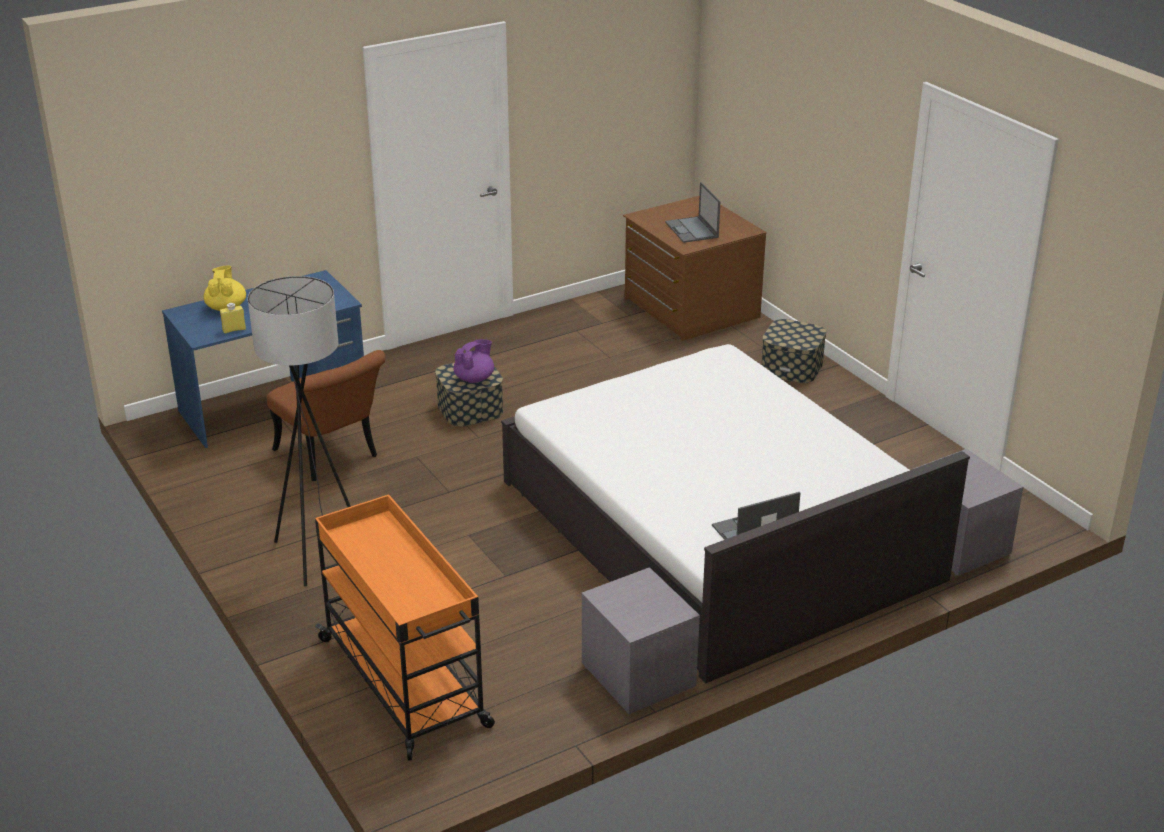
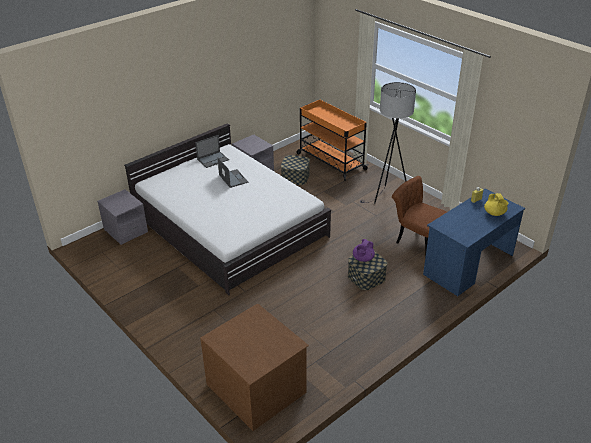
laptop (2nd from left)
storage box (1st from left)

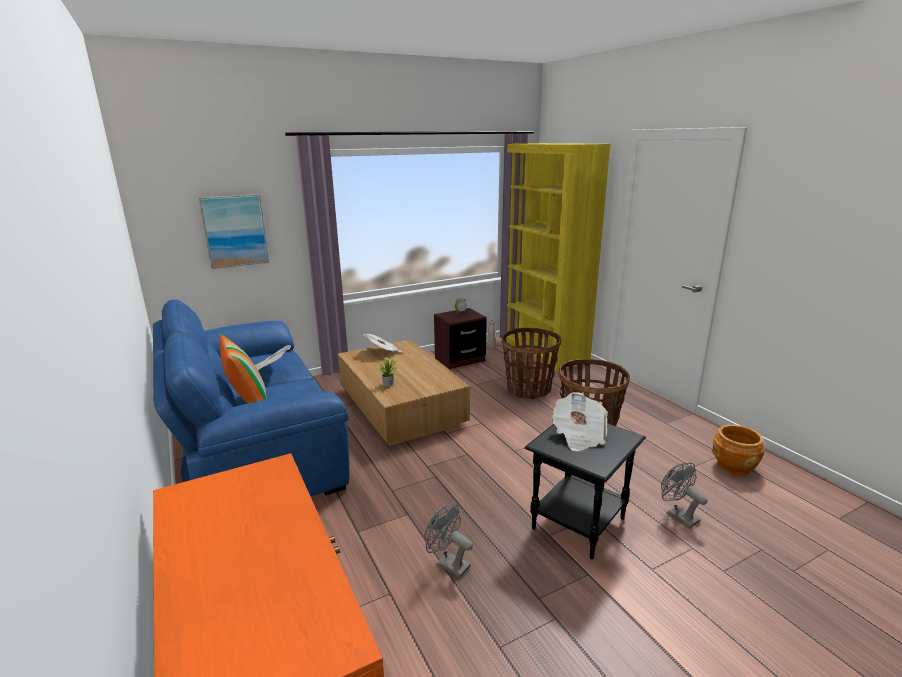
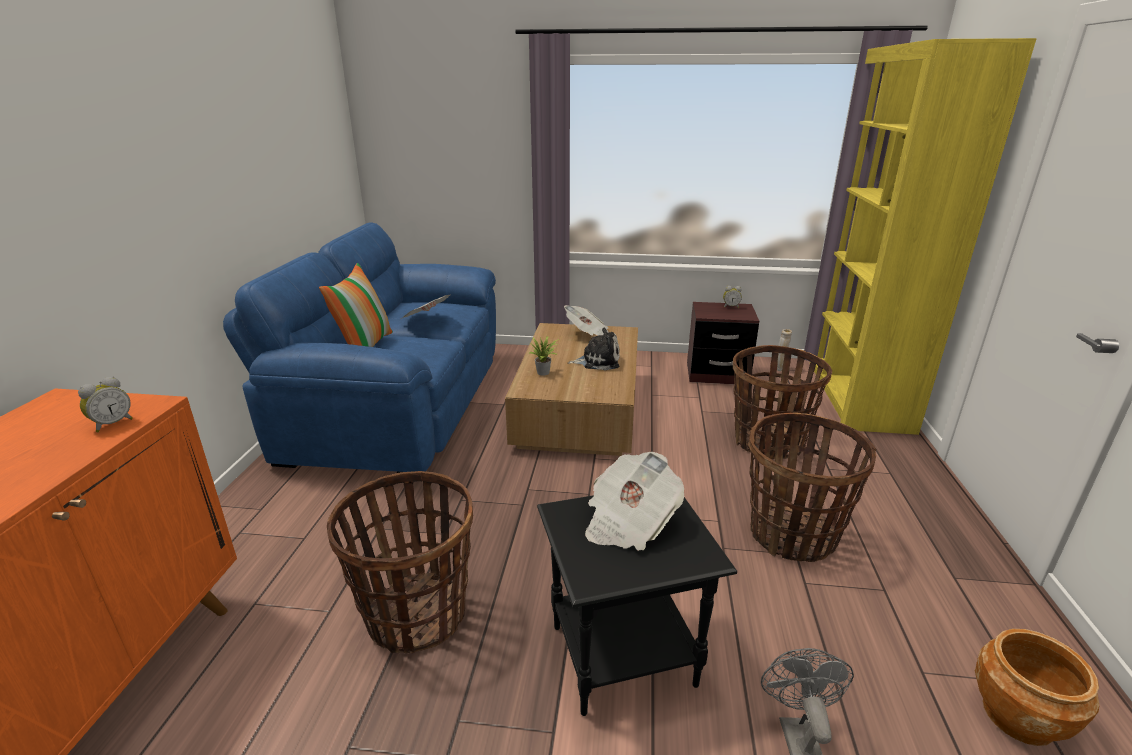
alarm clock (1st from left)
basket (1st from left)
plush toy
picture

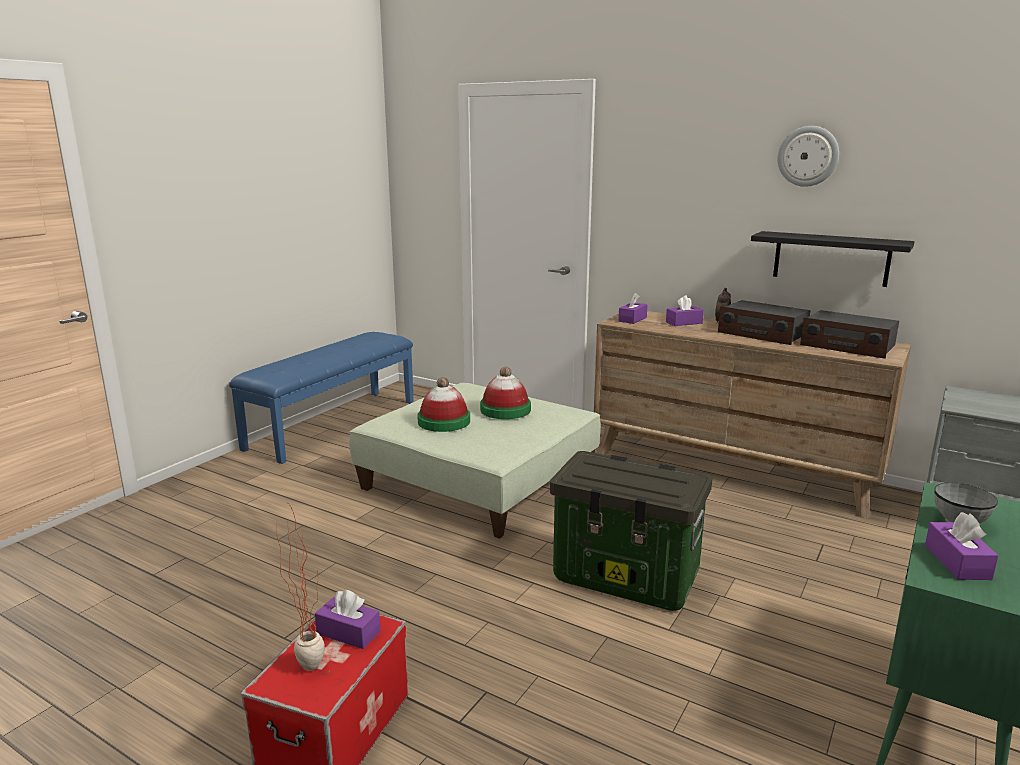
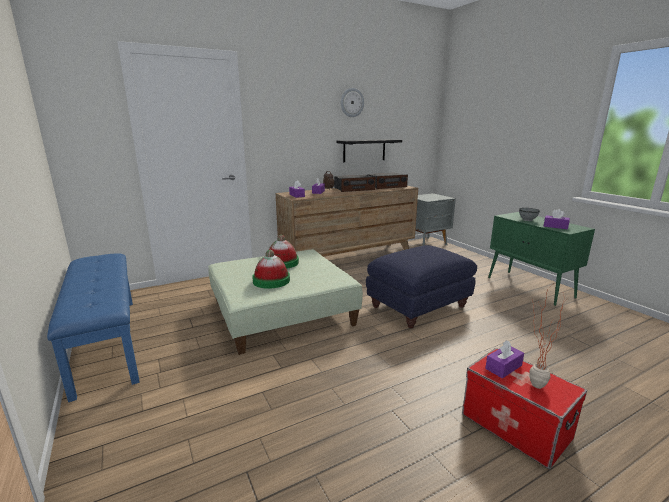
ottoman/blue

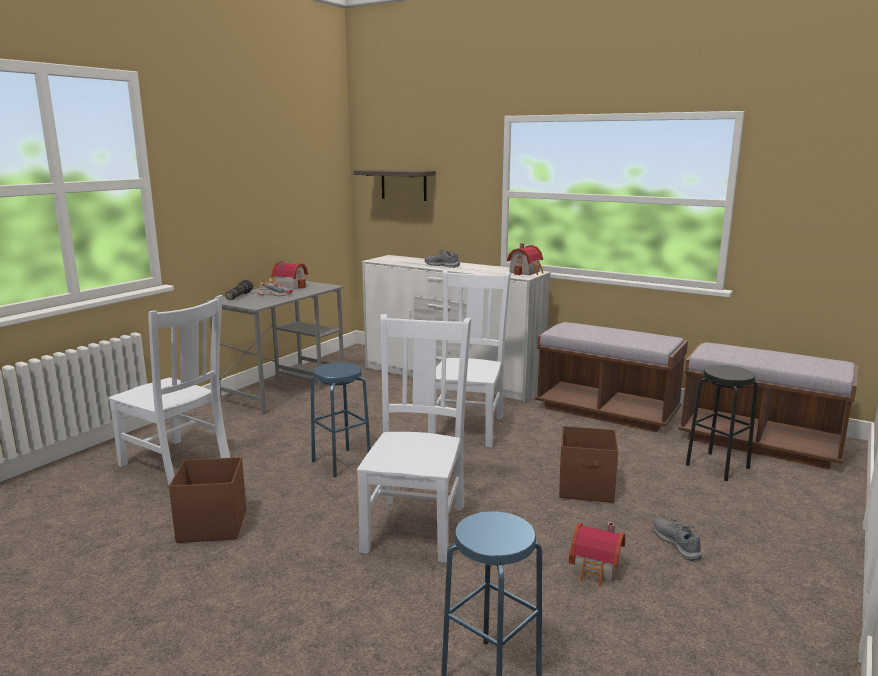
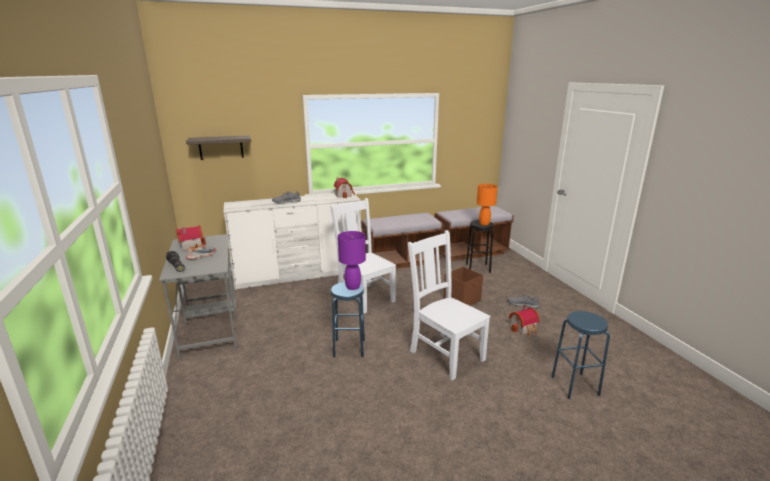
table lamp/purple
table lamp/orange
chair/white (1st from left in the first image)
storage box/brown (1st from left in the first image)

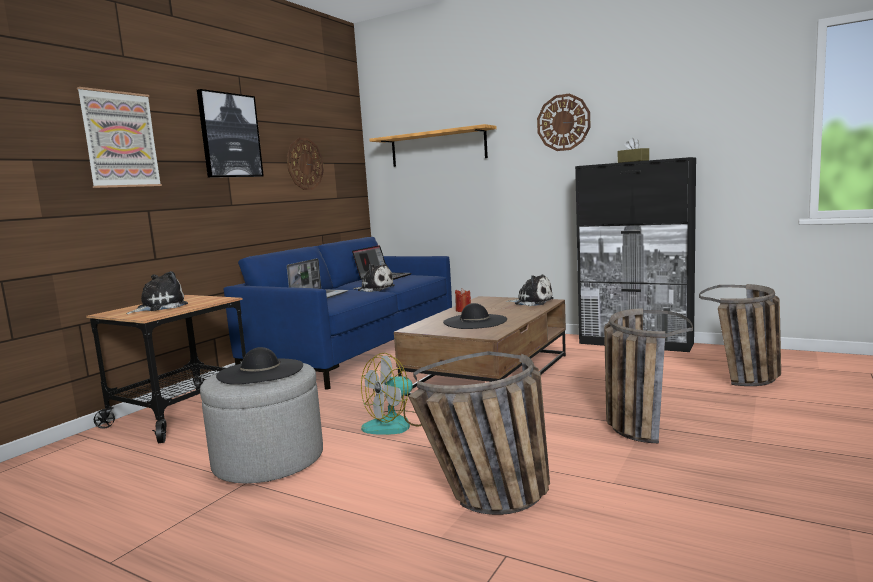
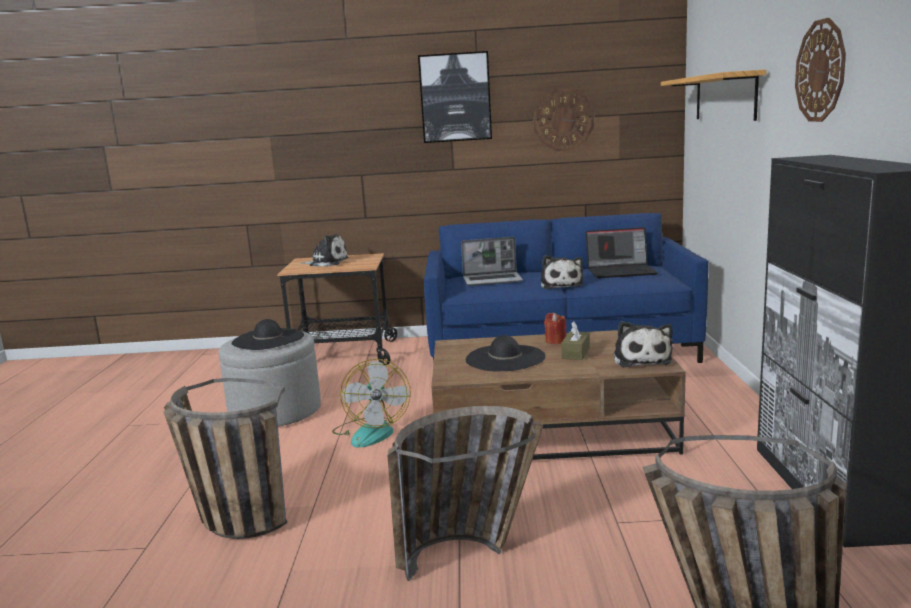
fan
tissue box/brown
picture (1st from left in the first image)

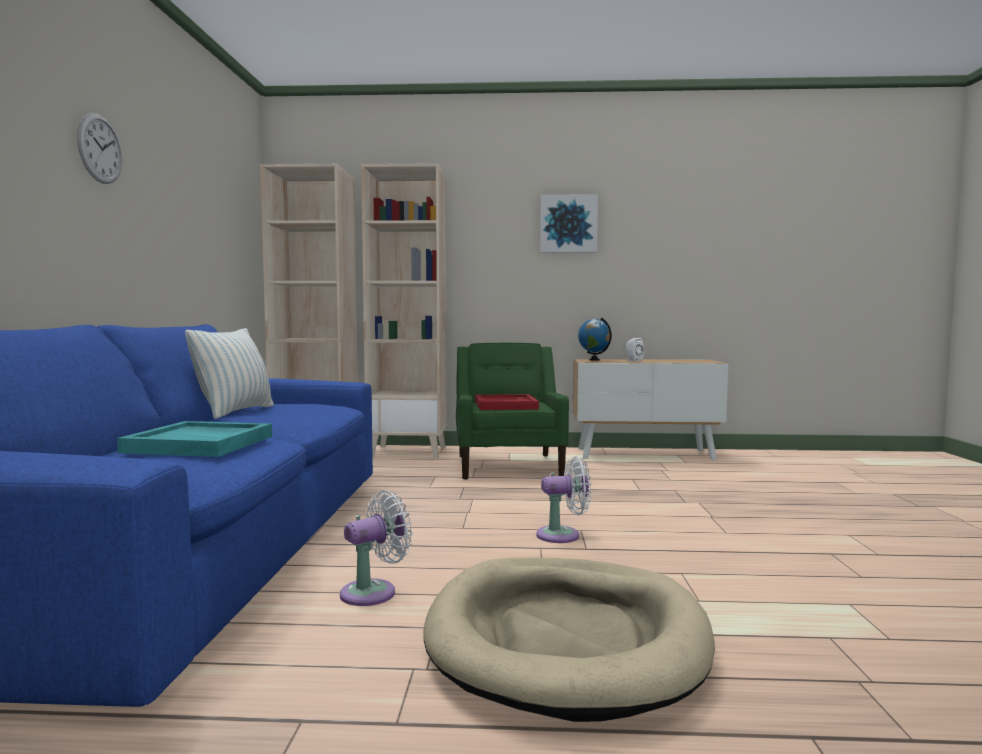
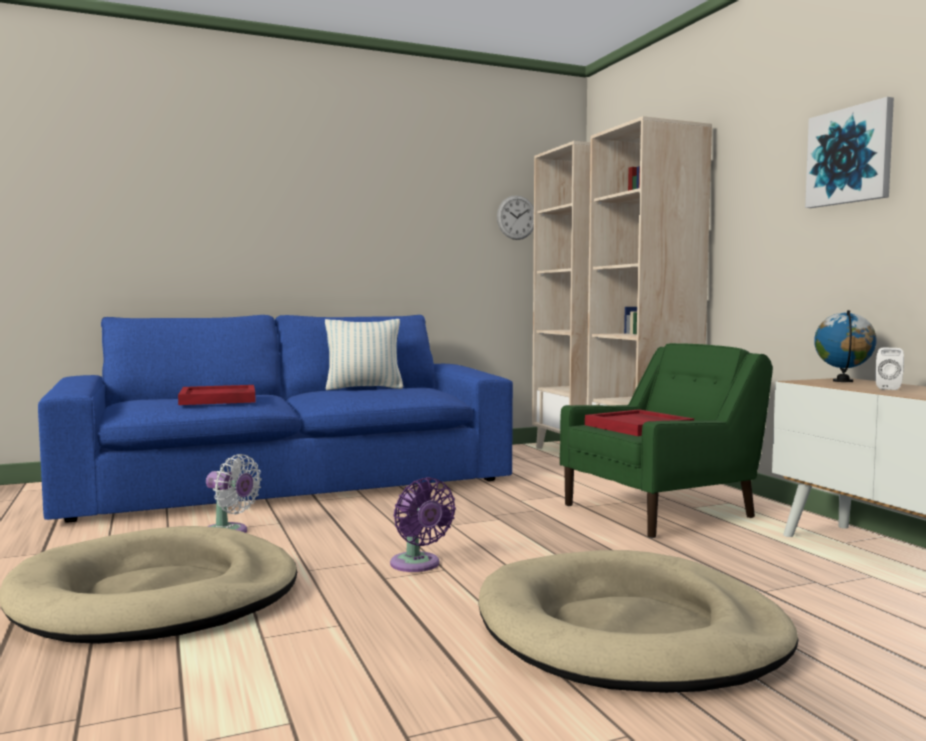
tray/red (1st from left)
fan/purple
dog bed/beige (2nd from left)
wall clock

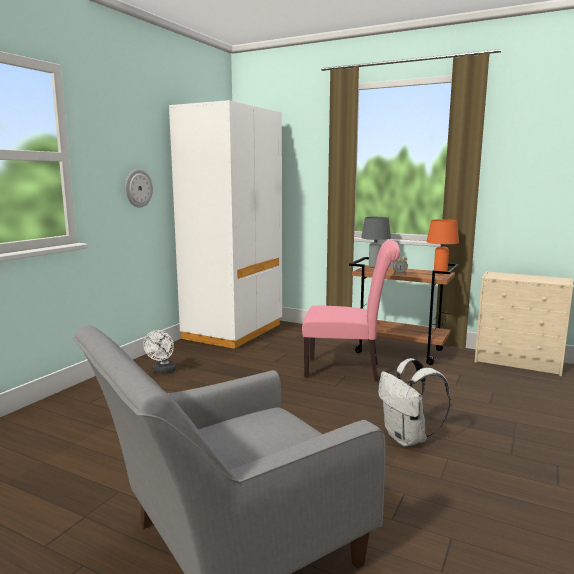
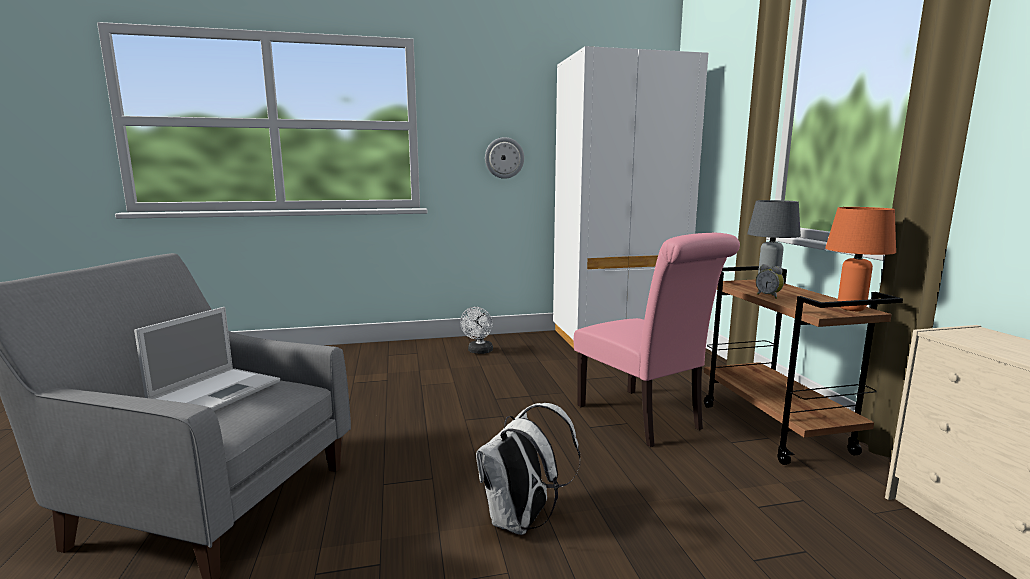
laptop
fan/white

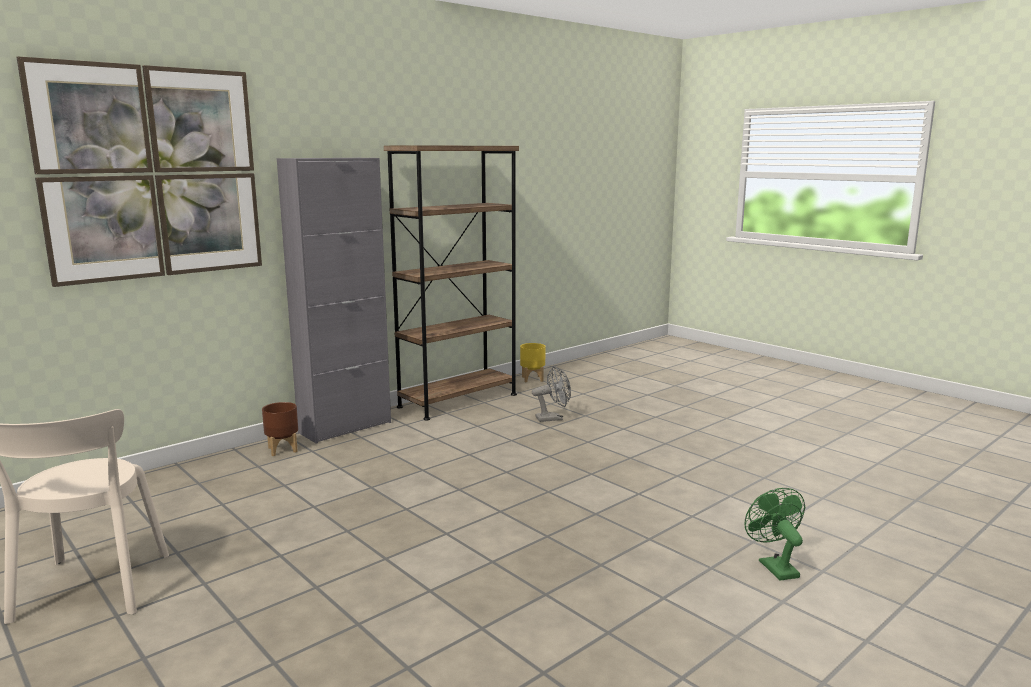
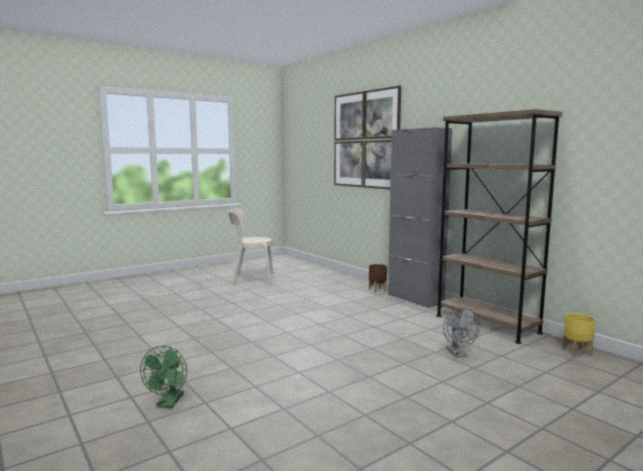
fan/green

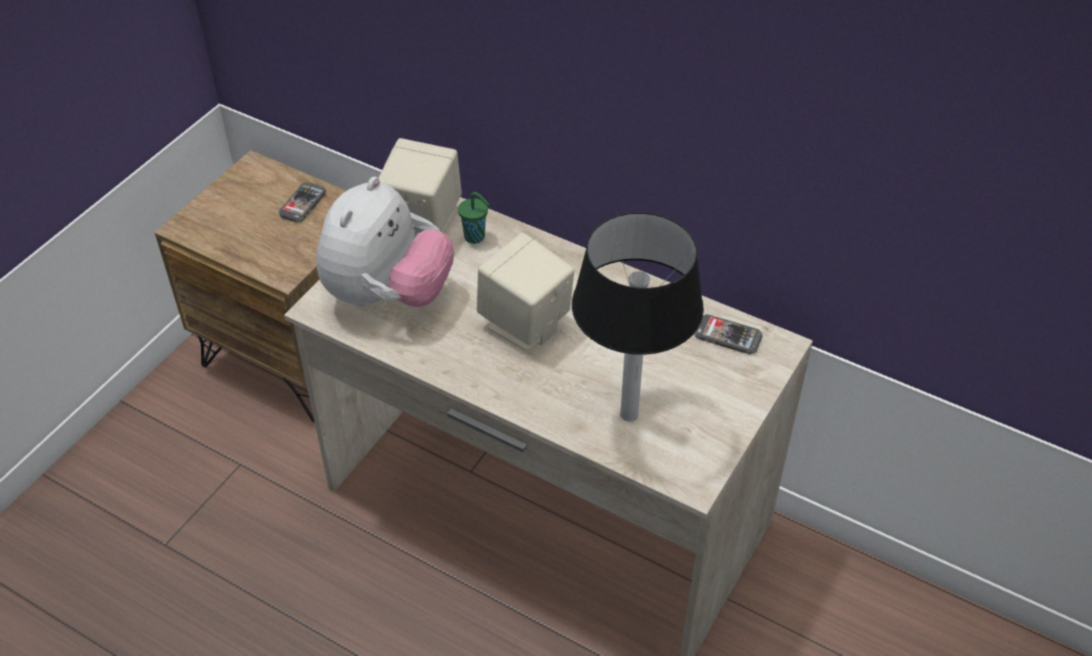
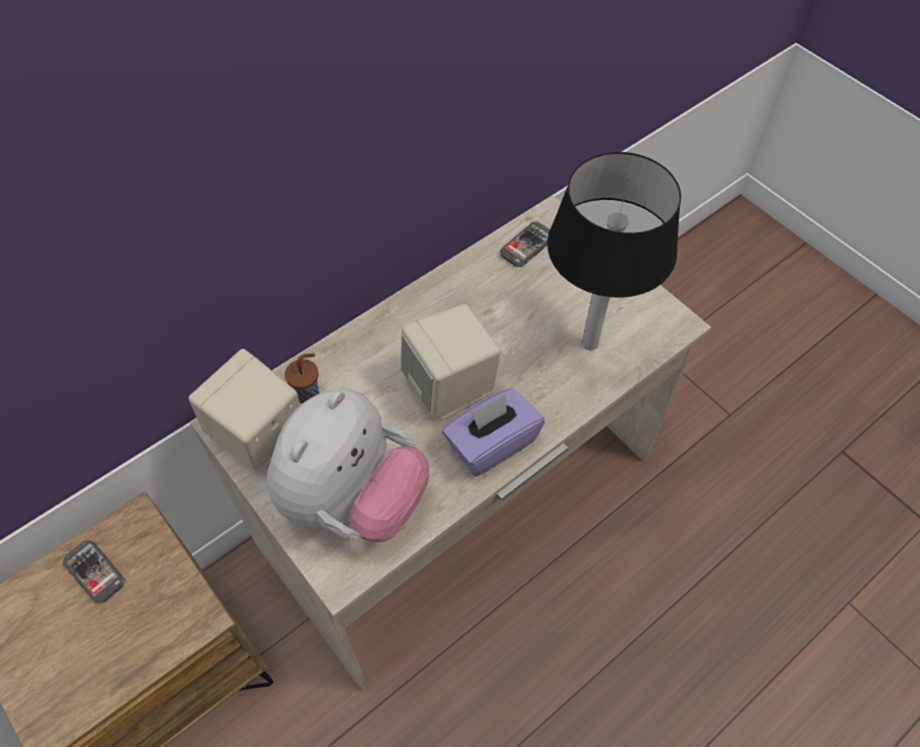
plush toy
cup/brown
tissue box/purple

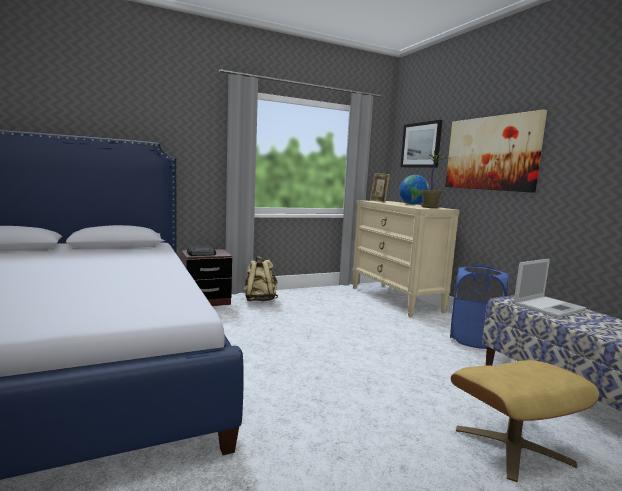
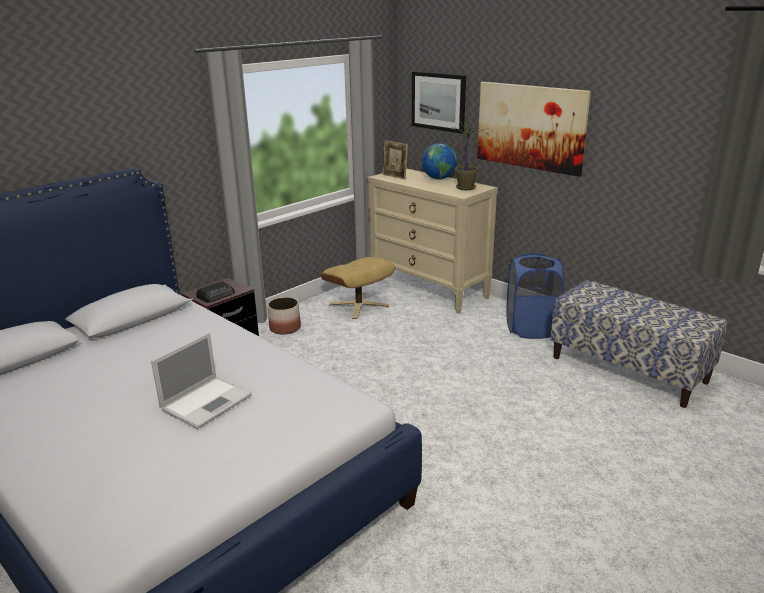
laptop
planter
ottoman/beige

